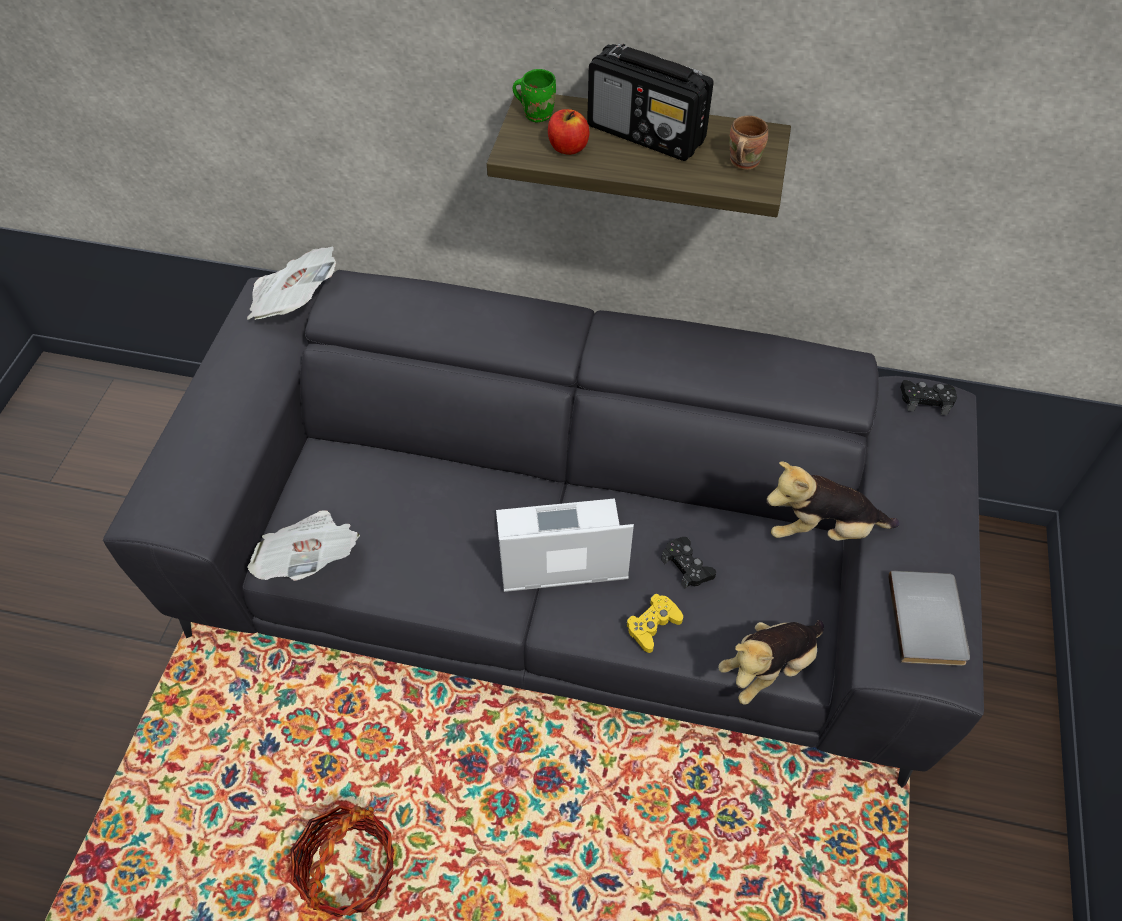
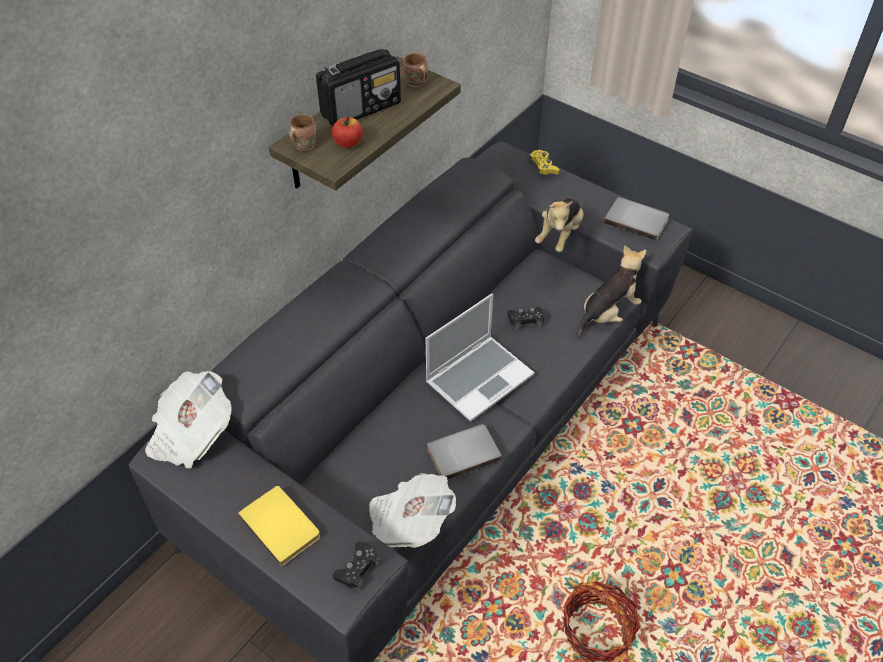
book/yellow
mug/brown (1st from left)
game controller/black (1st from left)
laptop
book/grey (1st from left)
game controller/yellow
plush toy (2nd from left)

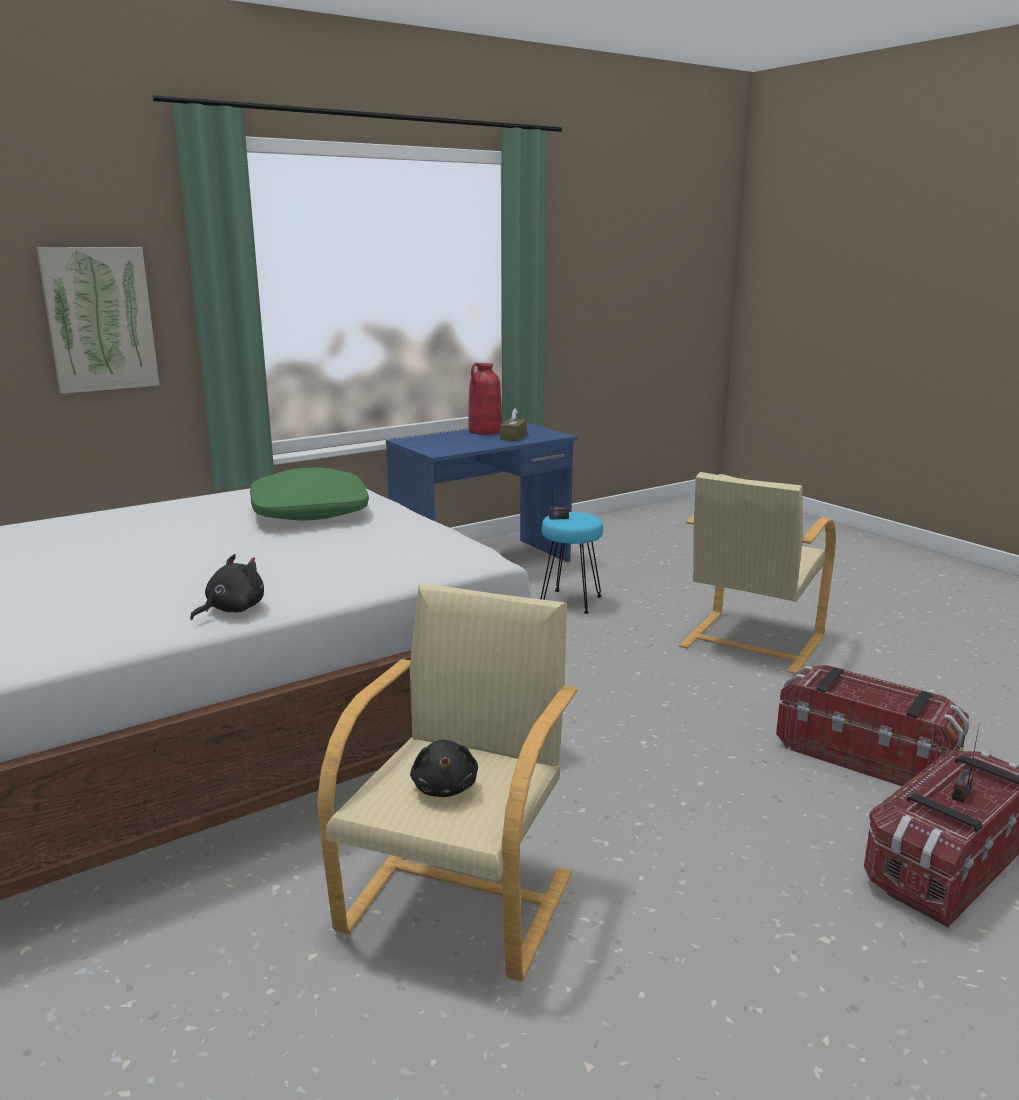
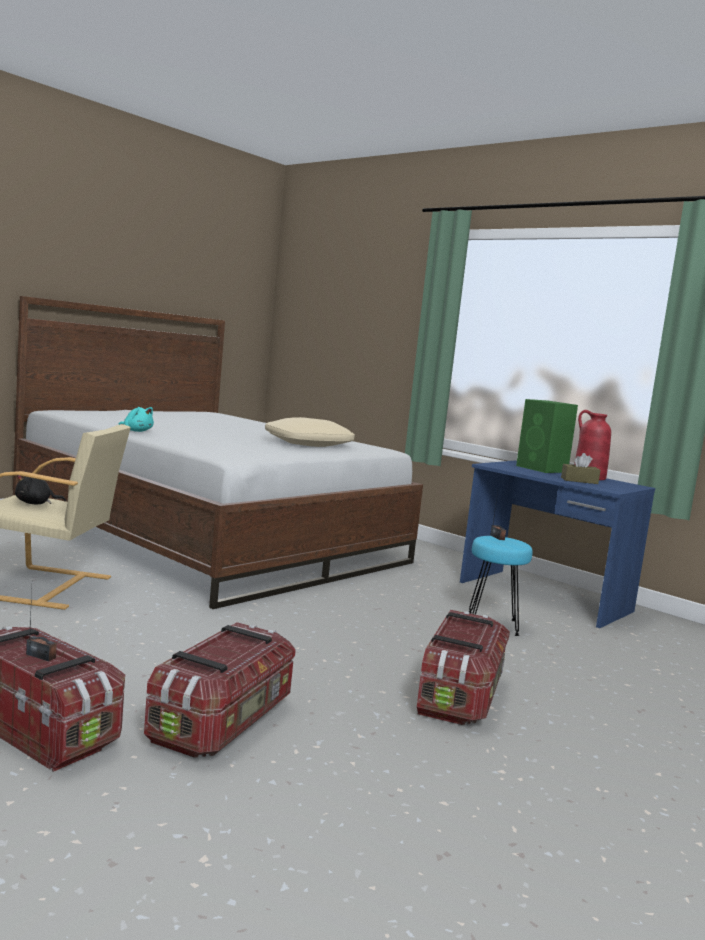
plush toy/turquoise
pillow/beige
storage box (3rd from left)
speaker/green
picture

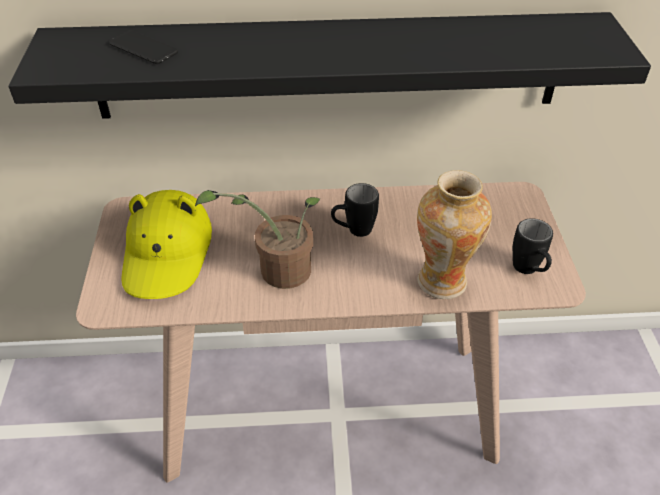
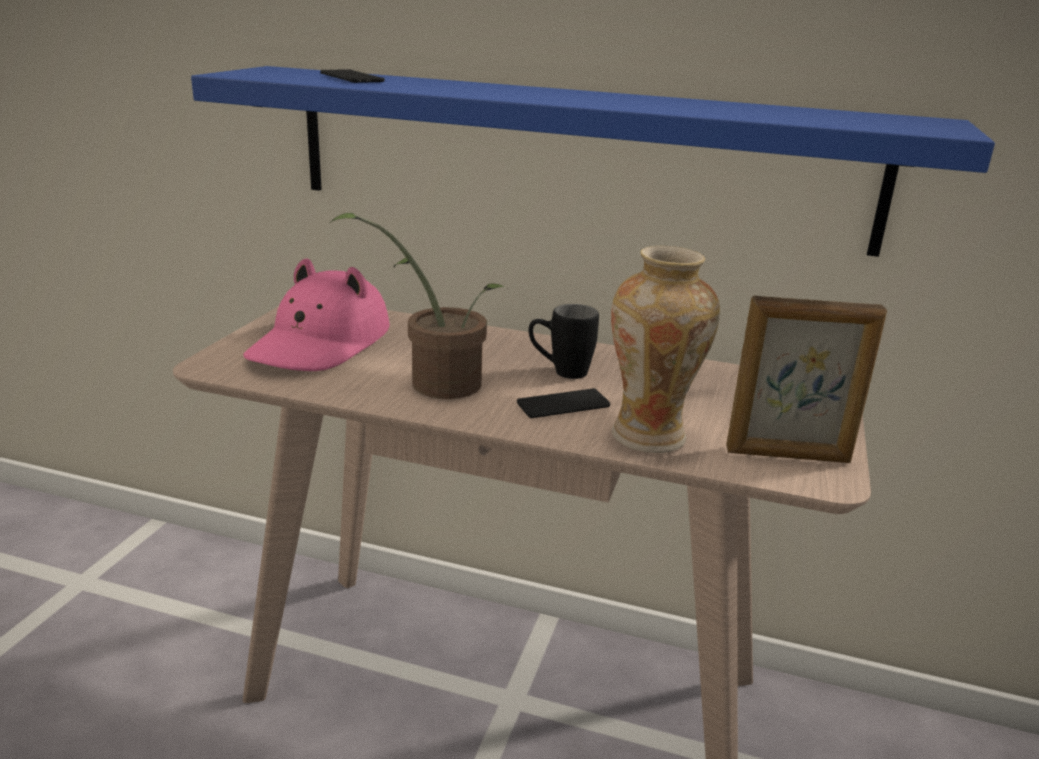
shelf/blue
hat/pink
phone (2nd from left)
picture frame

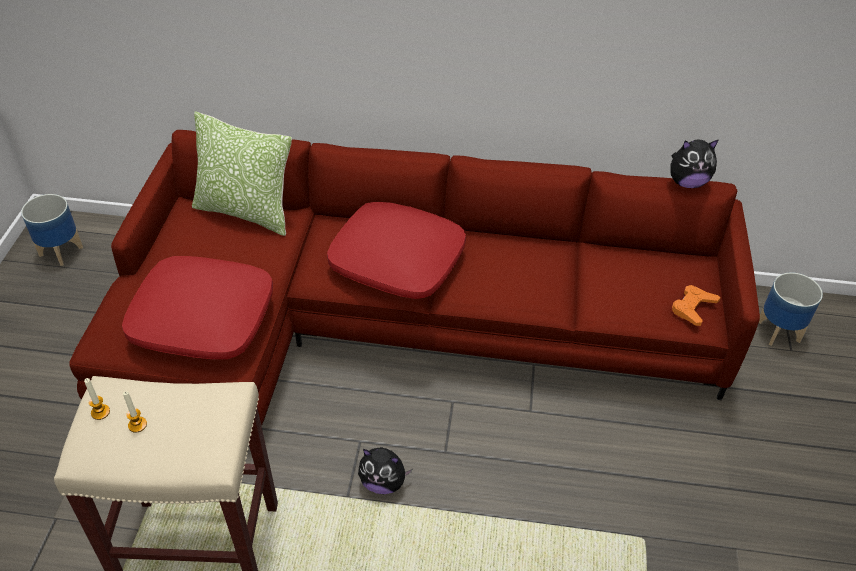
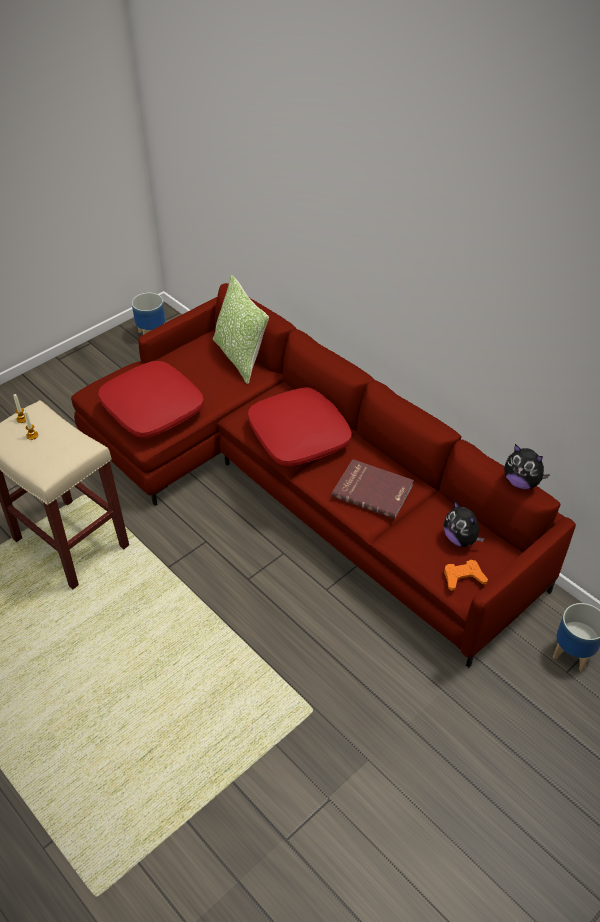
book/red
plush toy (1st from left)

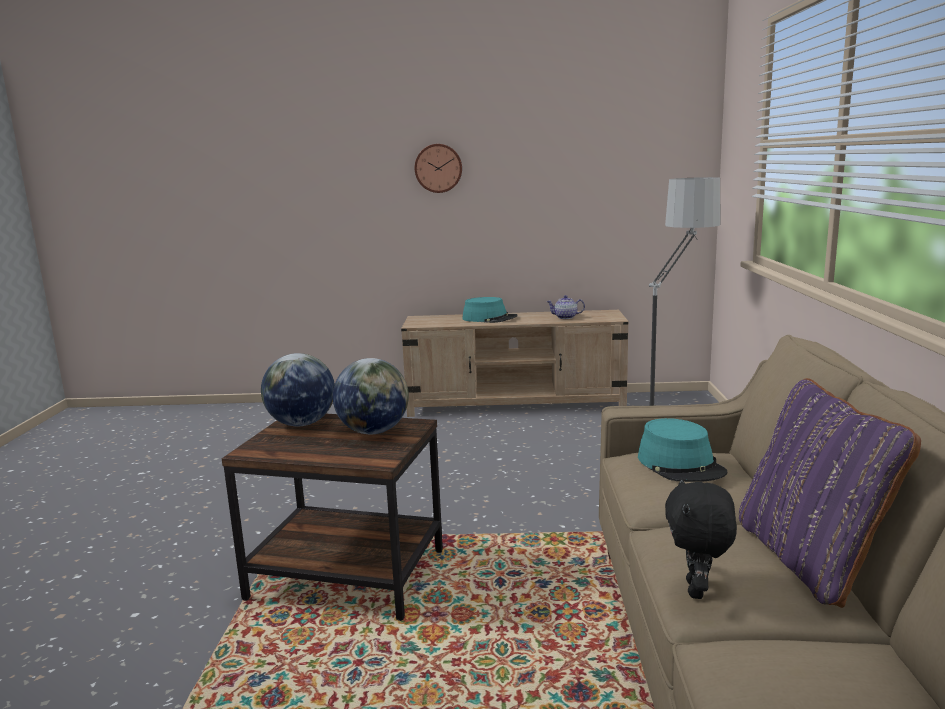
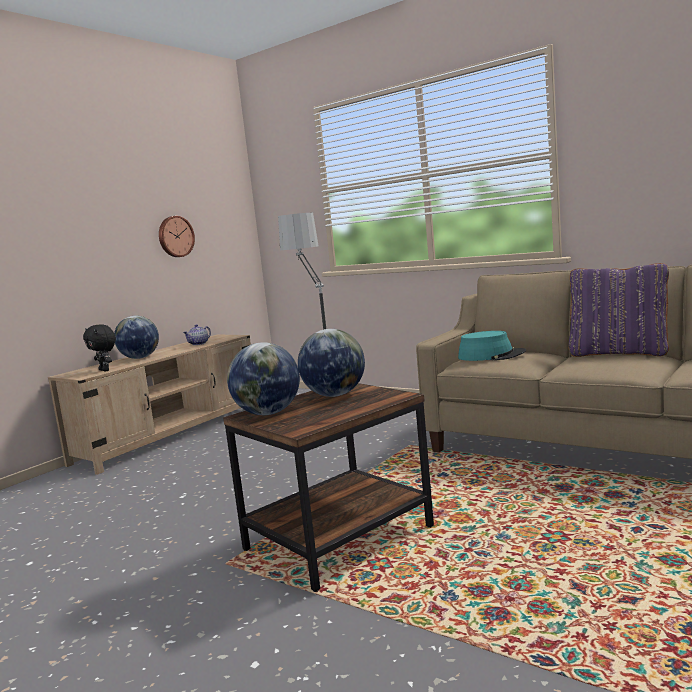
plush toy/black
globe (1st from left)
wall clock

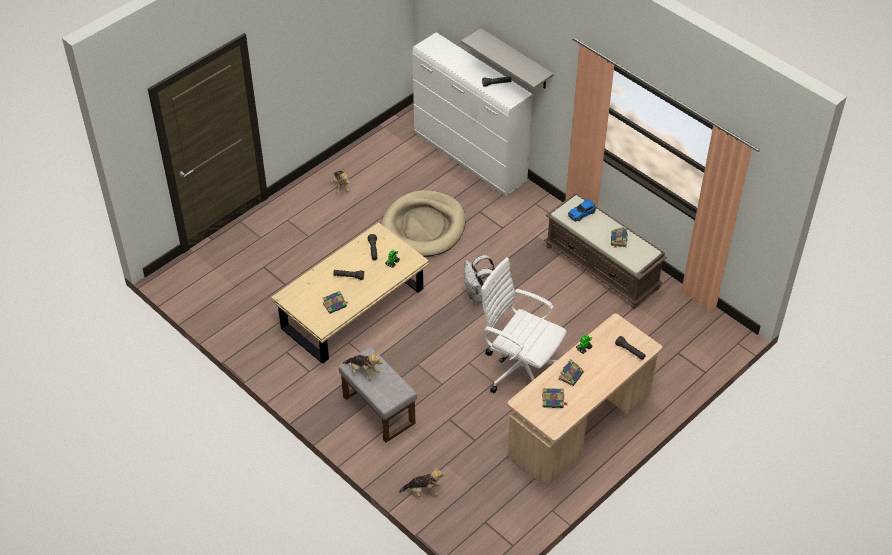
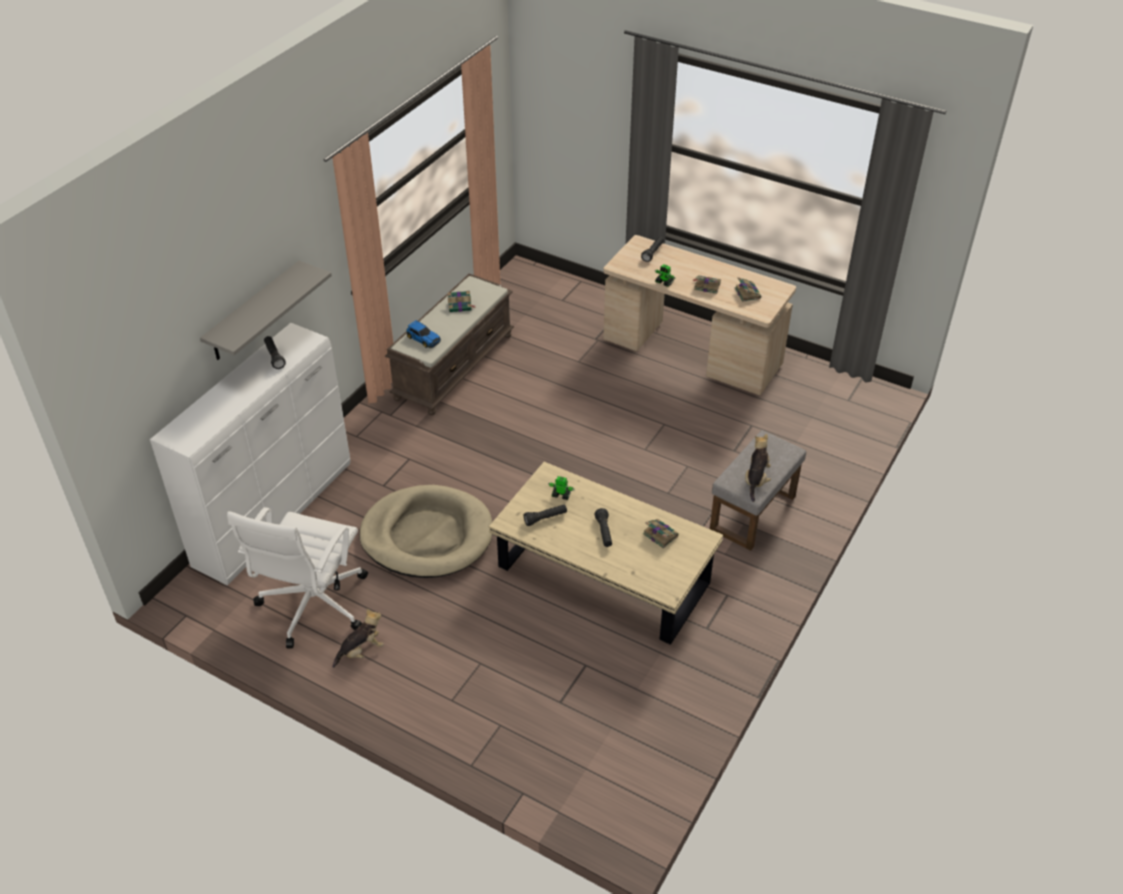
office chair/white
plush toy (3rd from left in the first image)
backpack/white

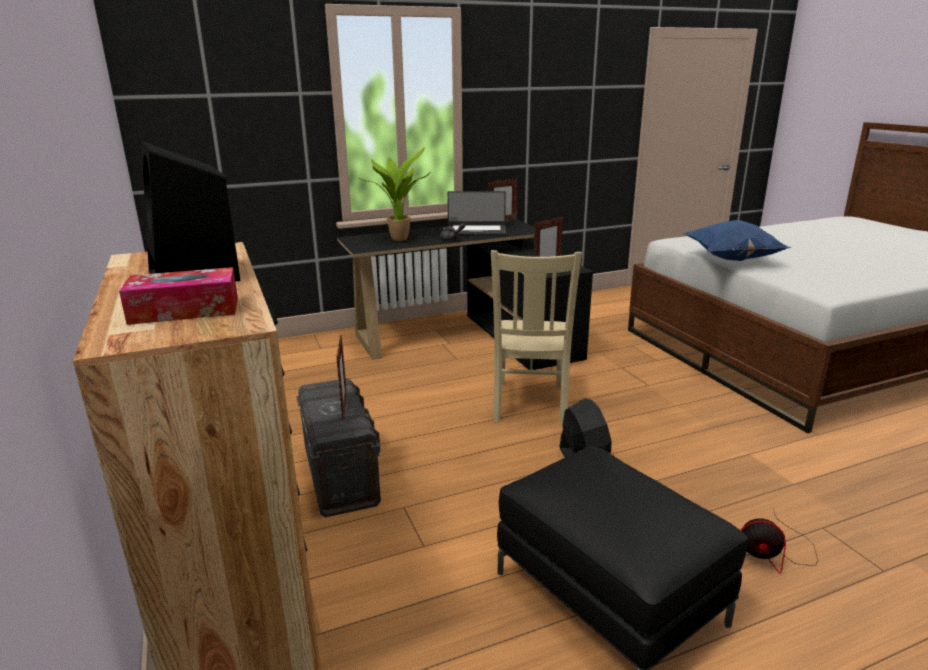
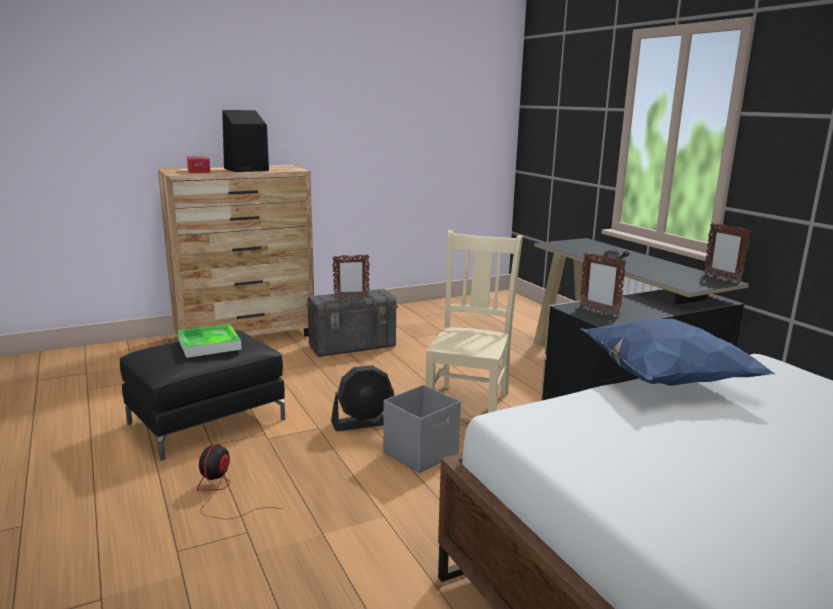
tray
storage box/grey (2nd from left)
chair/beige
potted plant
laptop

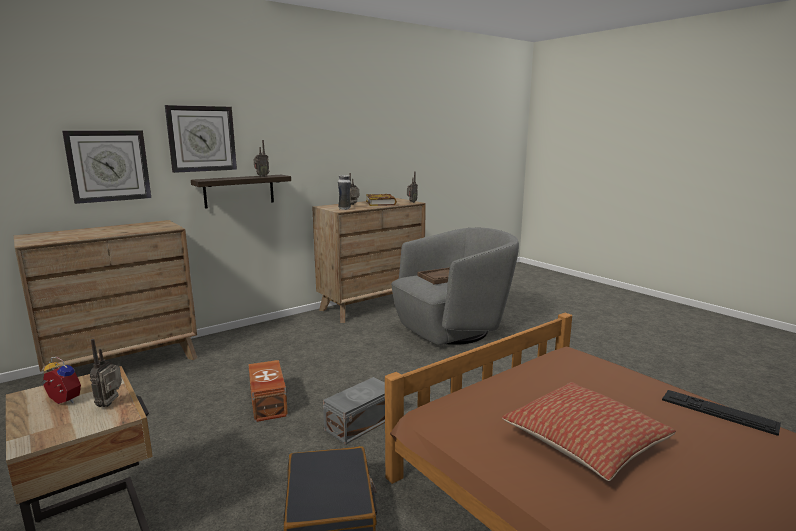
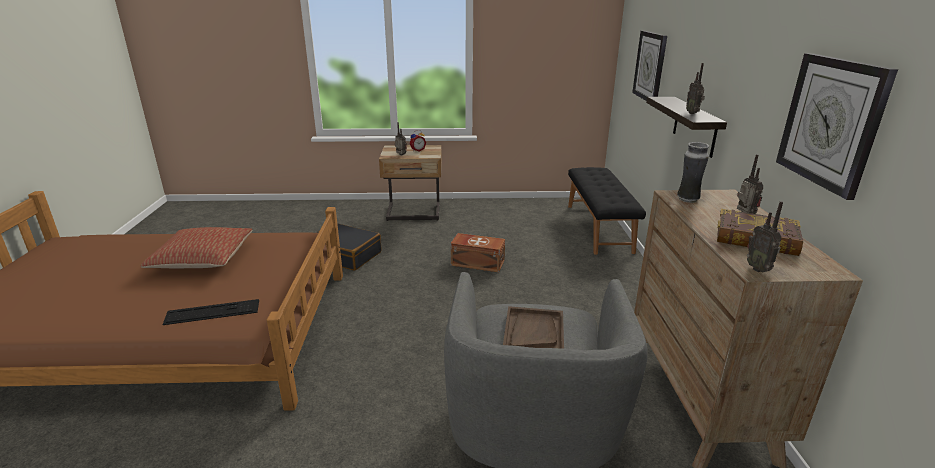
keyboard
bench/black
wall clock (2nd from left)
storage box/grey

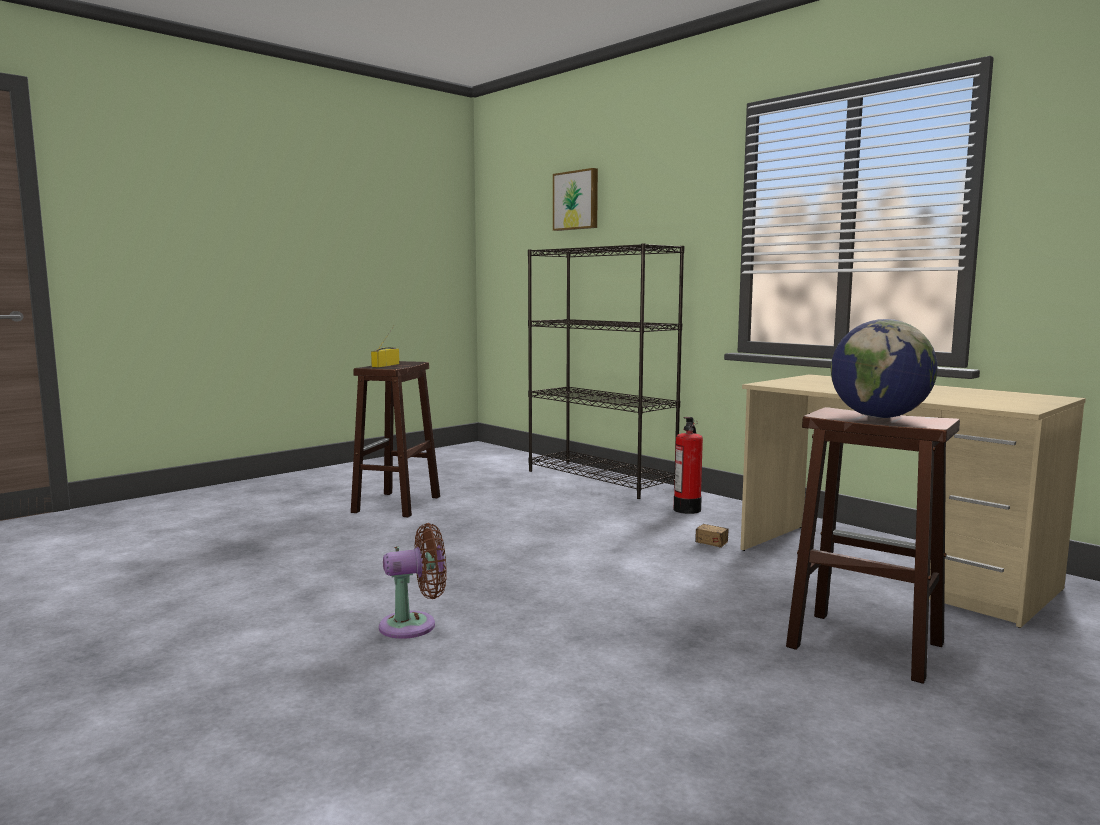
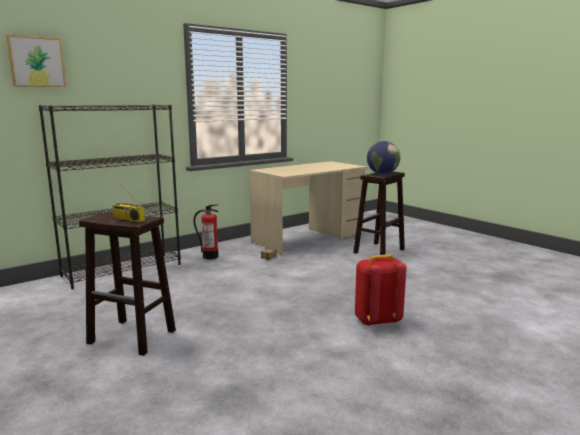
backpack/red

